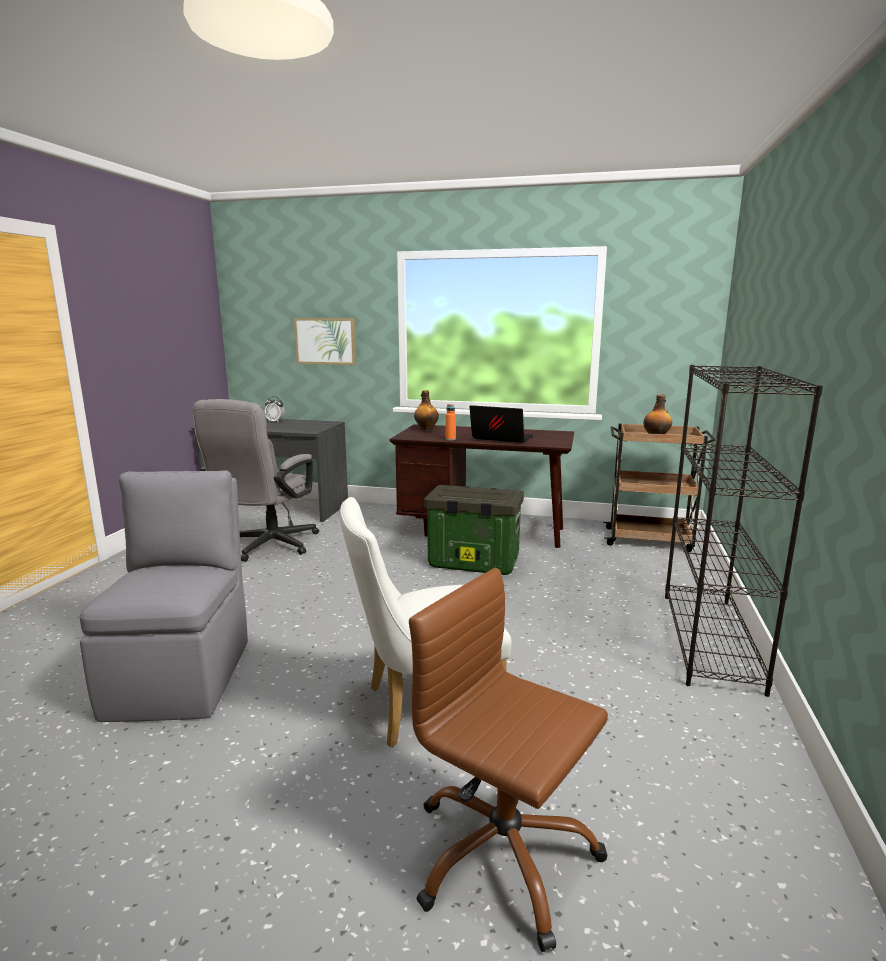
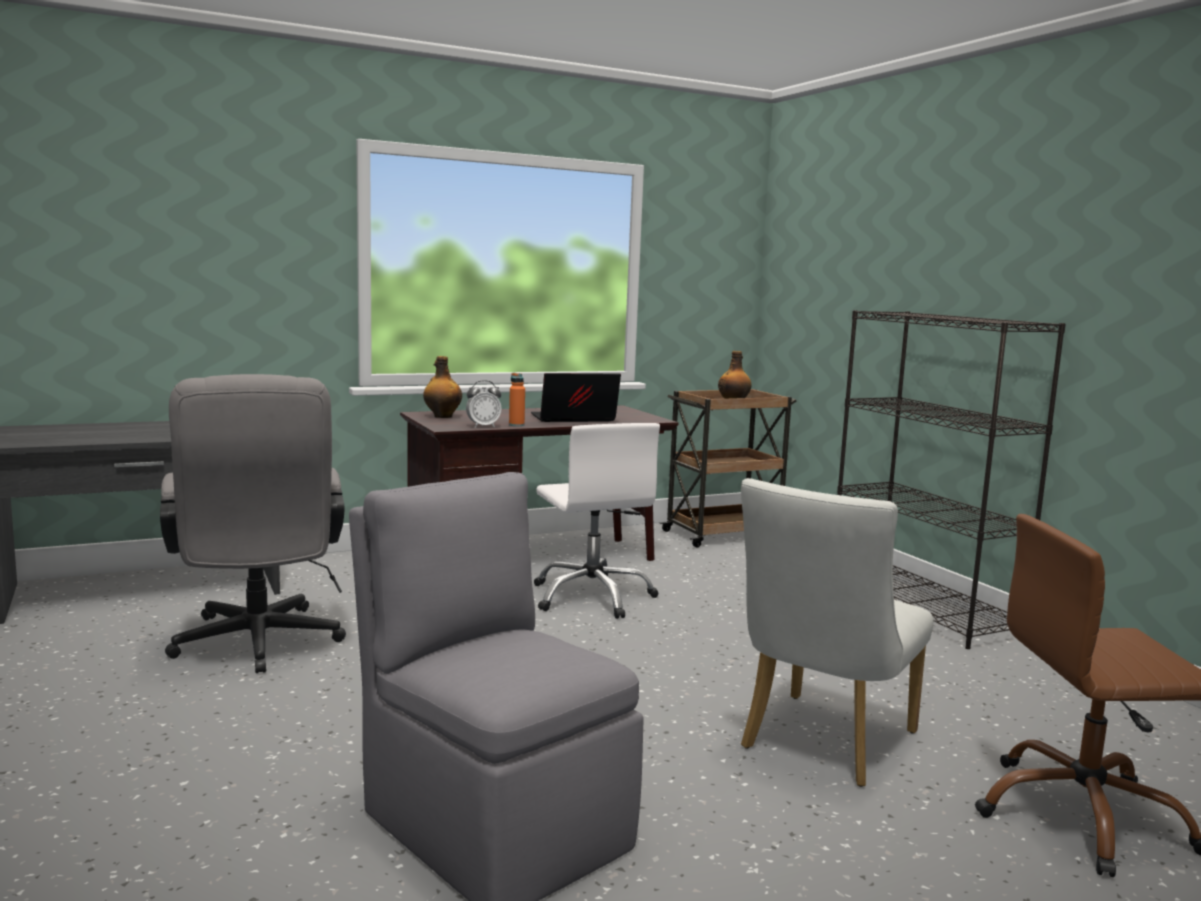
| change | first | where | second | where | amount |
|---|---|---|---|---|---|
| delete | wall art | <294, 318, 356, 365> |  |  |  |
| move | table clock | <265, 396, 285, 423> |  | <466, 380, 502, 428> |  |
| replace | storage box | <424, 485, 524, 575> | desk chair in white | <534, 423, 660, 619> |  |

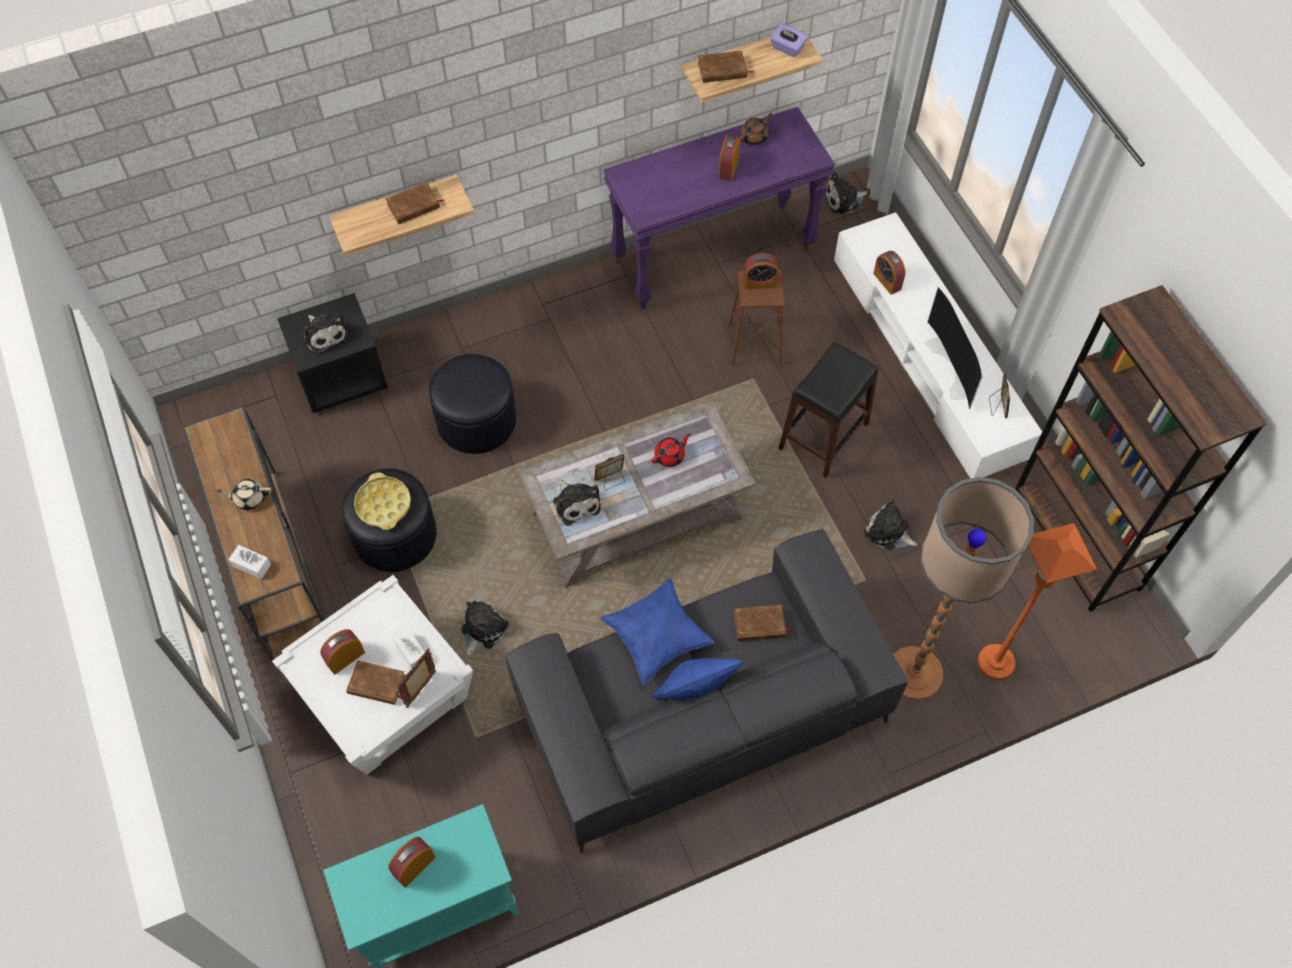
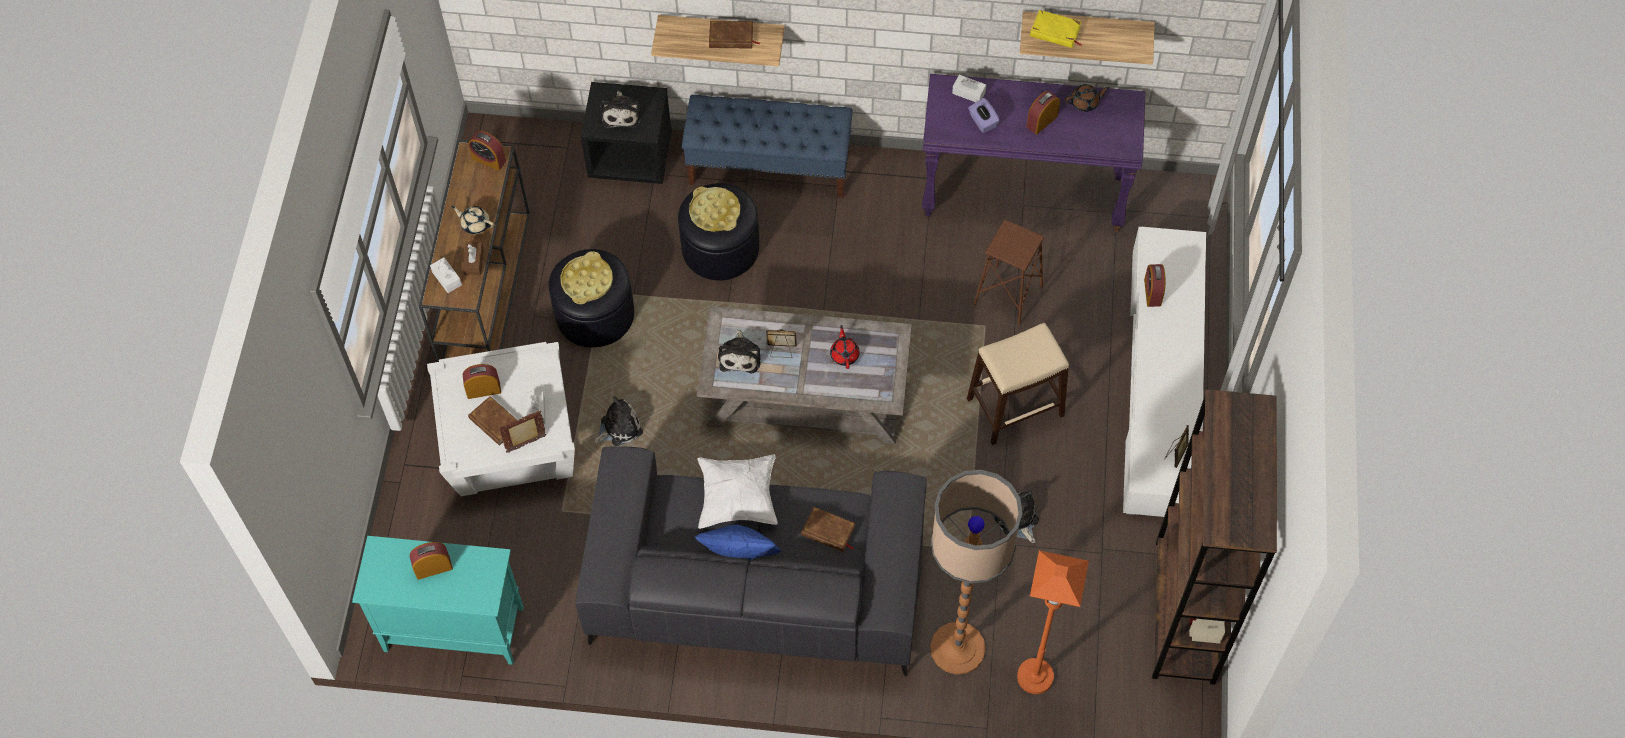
| change | first | where | second | where | amount |
|---|---|---|---|---|---|
| delete | plush toy | <824, 171, 868, 215> |  |  |  |
| delete | television | <925, 286, 983, 410> |  |  |  |
| insert |  |  | tissue holder in brown-coloured | <463, 242, 484, 275> |  |
| insert |  |  | long seat in blue | <682, 95, 853, 198> |  |
| insert |  |  | serving tray in yellowish | <689, 187, 740, 232> |  |
| insert |  |  | tissue holder in white | <952, 75, 986, 102> |  |
| move | table clock | <743, 253, 779, 289> |  | <468, 131, 506, 171> |  |
| move | tissue holder in purple-coloured | <770, 23, 808, 57> |  | <968, 98, 1000, 133> |  |
| recolor | cushion in blue | <600, 578, 714, 685> | cushion in white | <698, 454, 778, 529> |  |
| recolor | book in brown-coloured | <698, 51, 754, 83> | book in yellowish | <1030, 10, 1082, 48> |  |
| recolor | stool in blackish | <778, 342, 878, 478> | stool in sand-coloured | <967, 323, 1069, 445> |  |
| rotate | teapot in red-coloured | <651, 433, 691, 467> |  | <830, 325, 860, 369> | 90 degrees counterclockwise |

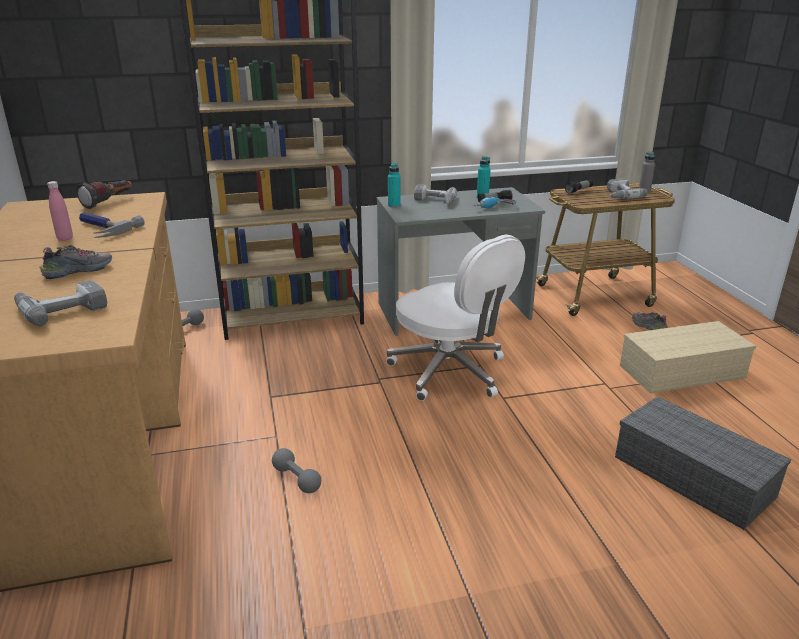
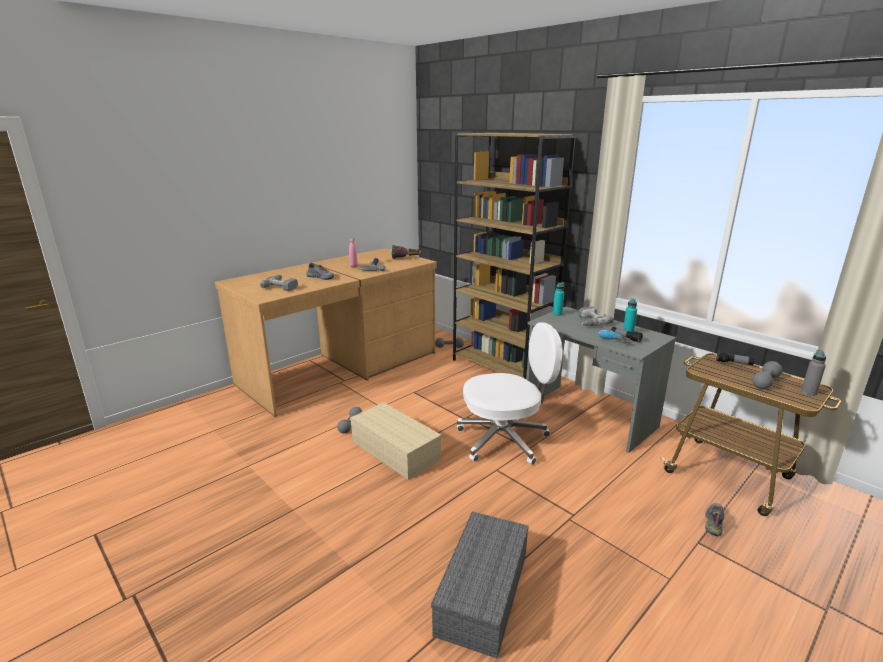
| change | first | where | second | where | amount |
|---|---|---|---|---|---|
| move | storage box in sand-coloured | <620, 321, 756, 393> |  | <350, 402, 442, 480> |  |
| replace | electric drill | <607, 178, 648, 199> | free weight in greyish | <752, 361, 782, 389> |  |
| rotate | desk chair in white | <386, 235, 525, 401> |  | <457, 322, 563, 465> | 120 degrees counterclockwise |

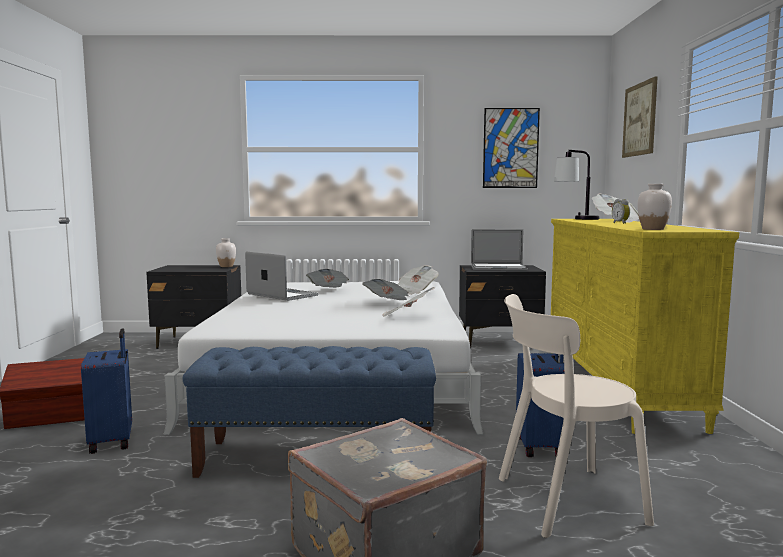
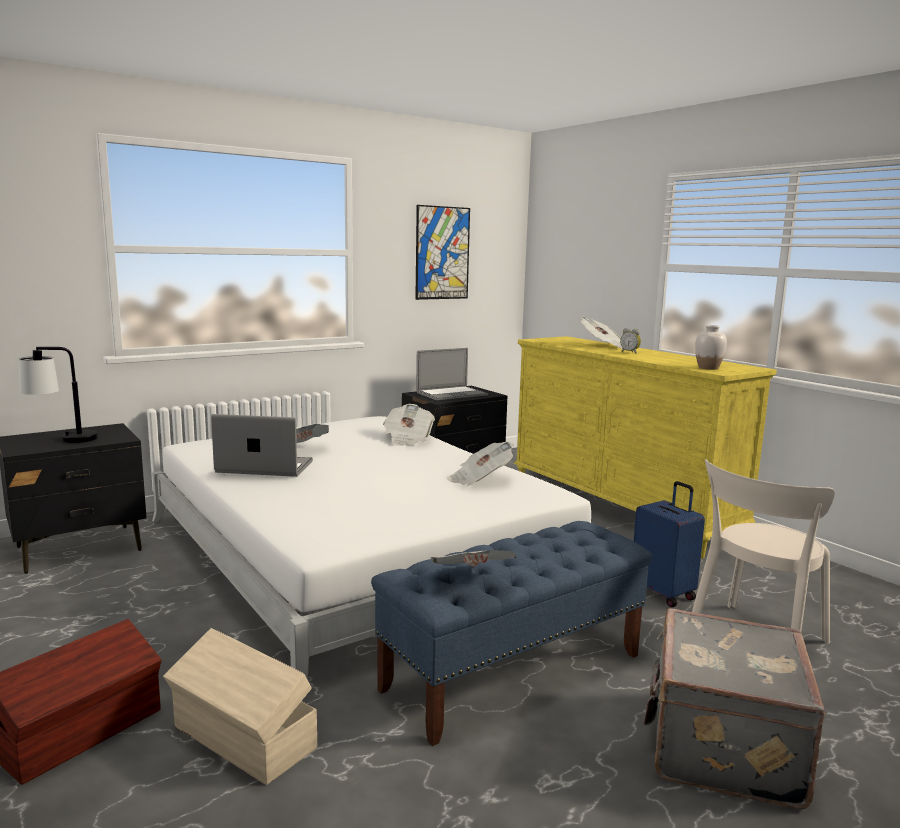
| change | first | where | second | where | amount |
|---|---|---|---|---|---|
| delete | decorative vase in white | <216, 238, 236, 267> |  |  |  |
| delete | wall art | <622, 76, 658, 158> |  |  |  |
| move | daily paper | <362, 279, 409, 300> |  | <430, 550, 517, 567> |  |
| move | lamp for a table | <554, 150, 600, 220> |  | <19, 347, 98, 443> |  |
| replace | piece of luggage in blue | <81, 329, 132, 454> | storage box in sand-coloured | <163, 628, 317, 785> |  |

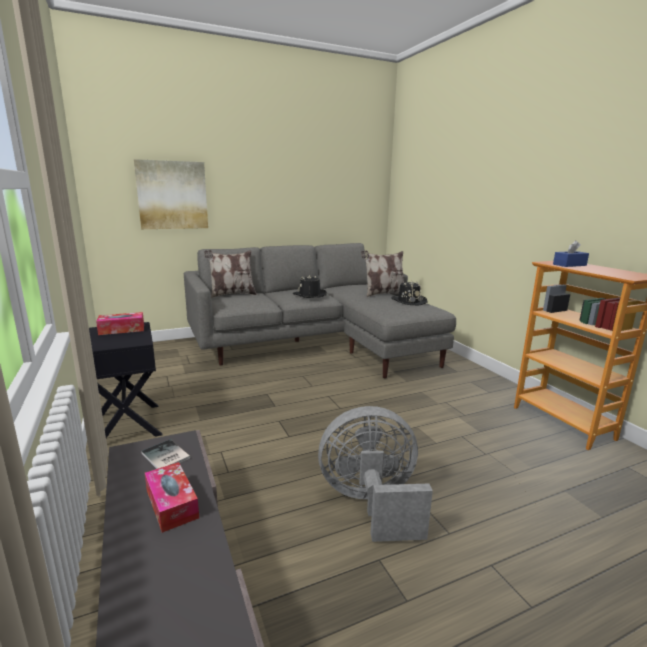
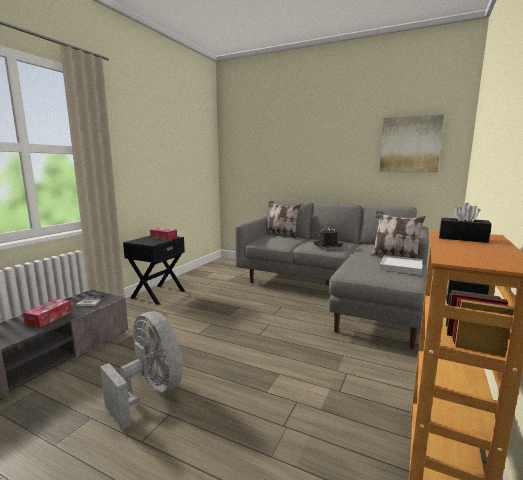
| change | first | where | second | where | amount |
|---|---|---|---|---|---|
| move | wall art | <134, 159, 208, 229> |  | <380, 114, 444, 173> |  |
| replace | wearable hat in blackish | <391, 281, 428, 305> | serving tray in white | <379, 255, 422, 275> |  |
| recolor | tissue holder in blue | <553, 240, 589, 267> | tissue holder in blackish | <439, 203, 492, 243> |  |

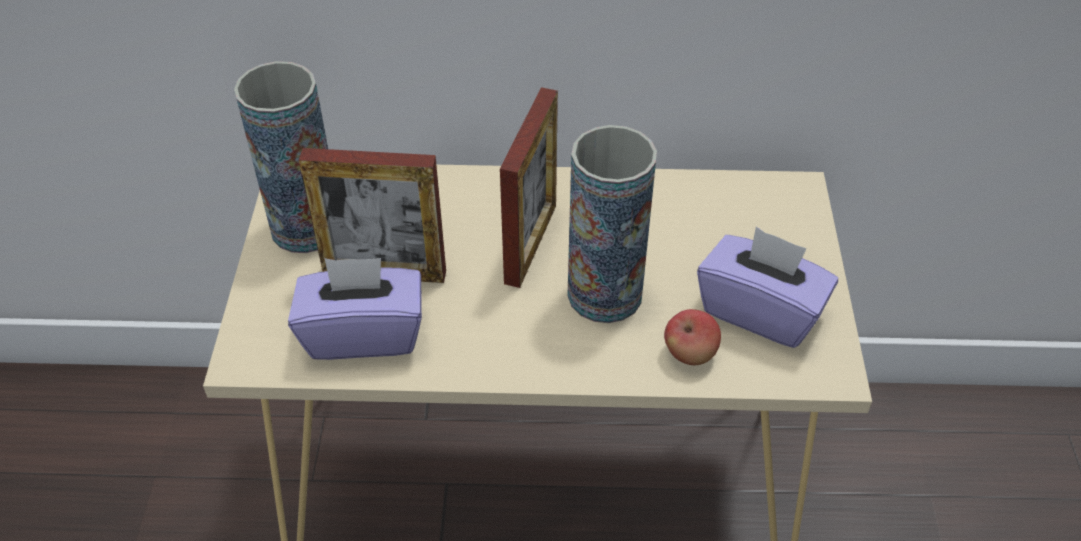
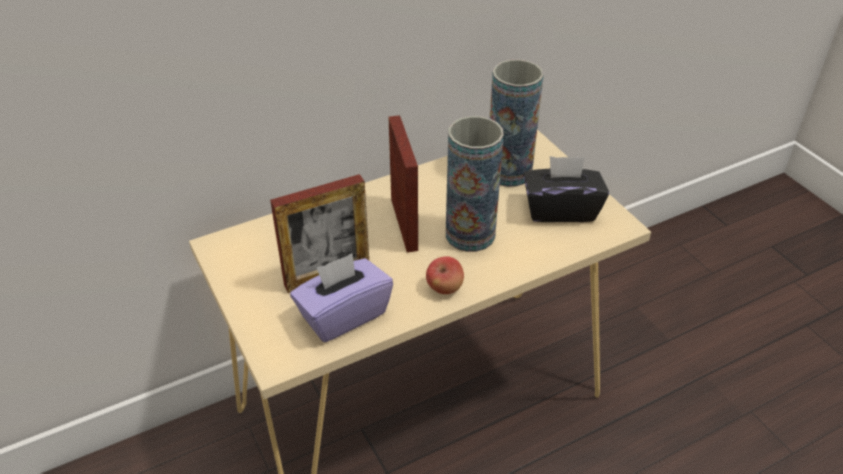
| change | first | where | second | where | amount |
|---|---|---|---|---|---|
| move | decorative vase | <234, 61, 328, 253> |  | <490, 59, 544, 187> |  |
| move | whole apple | <664, 309, 721, 365> |  | <426, 256, 464, 294> |  |
| recolor | tissue holder in purple-coloured | <697, 227, 838, 348> | tissue holder in blackish | <523, 156, 609, 222> |  |

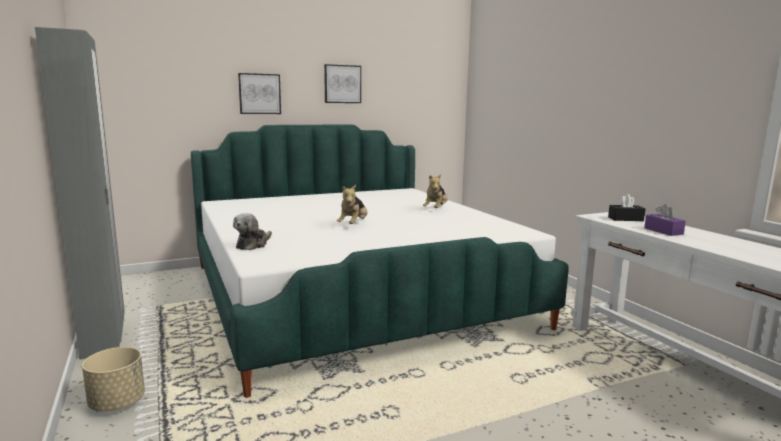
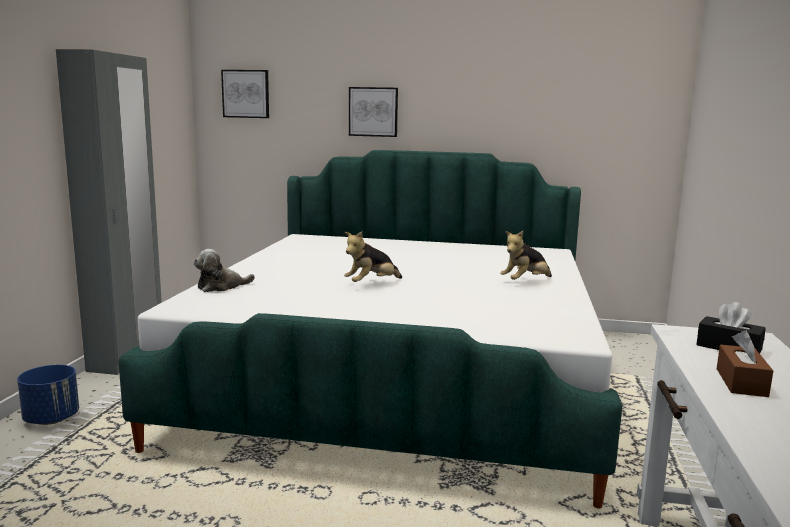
| change | first | where | second | where | amount |
|---|---|---|---|---|---|
| move | wall art | <324, 64, 361, 103> |  | <221, 70, 269, 118> |  |
| recolor | plant pot in sand-coloured | <82, 347, 145, 411> | plant pot in blue | <17, 365, 79, 425> |  |
| recolor | tissue holder in purple-coloured | <644, 204, 686, 236> | tissue holder in brown-coloured | <717, 330, 773, 397> |  |

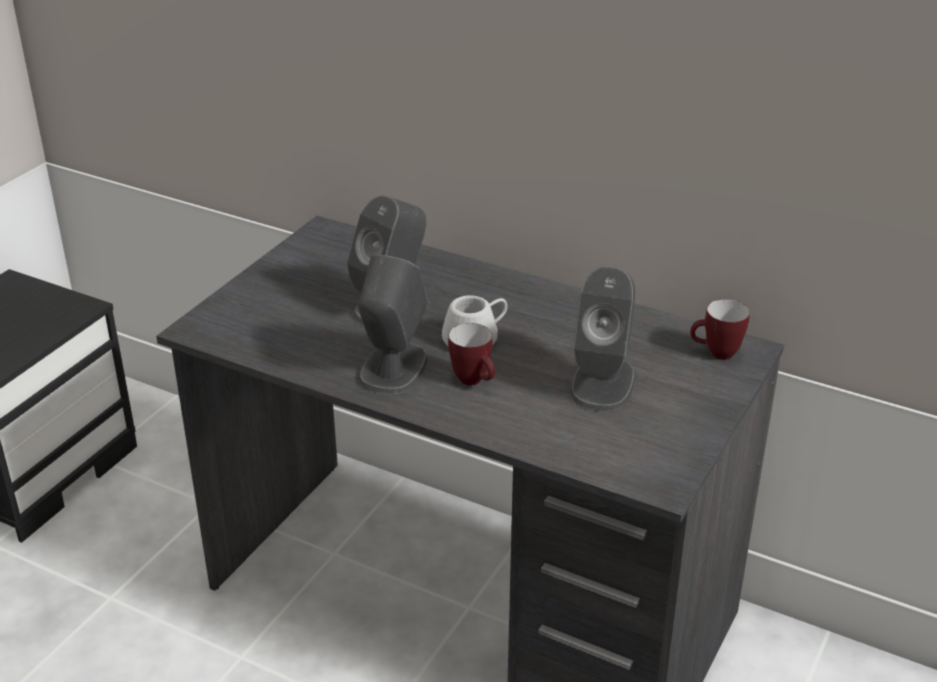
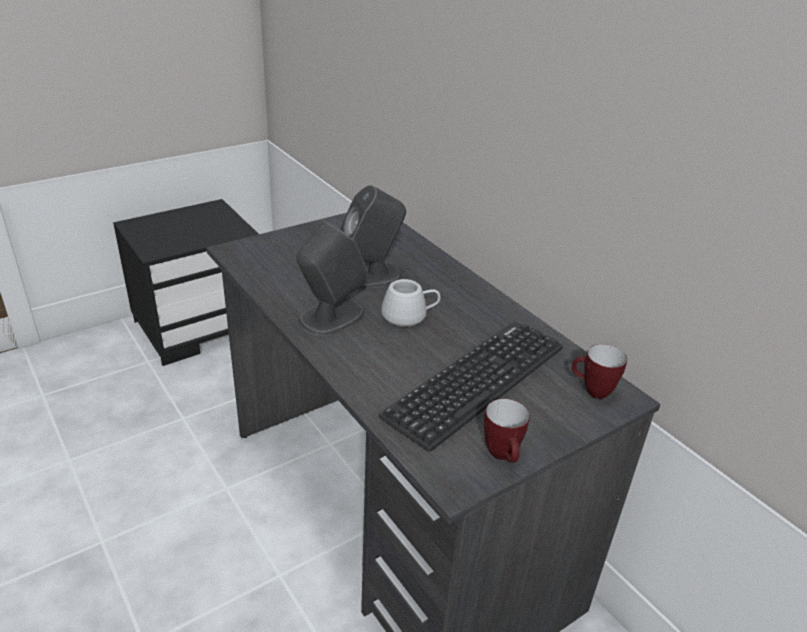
| change | first | where | second | where | amount |
|---|---|---|---|---|---|
| move | tea mug | <448, 323, 495, 385> |  | <484, 399, 530, 463> |  |
| replace | audio speaker in greyish | <570, 266, 635, 411> | computer keyboard | <379, 321, 563, 452> |  |

